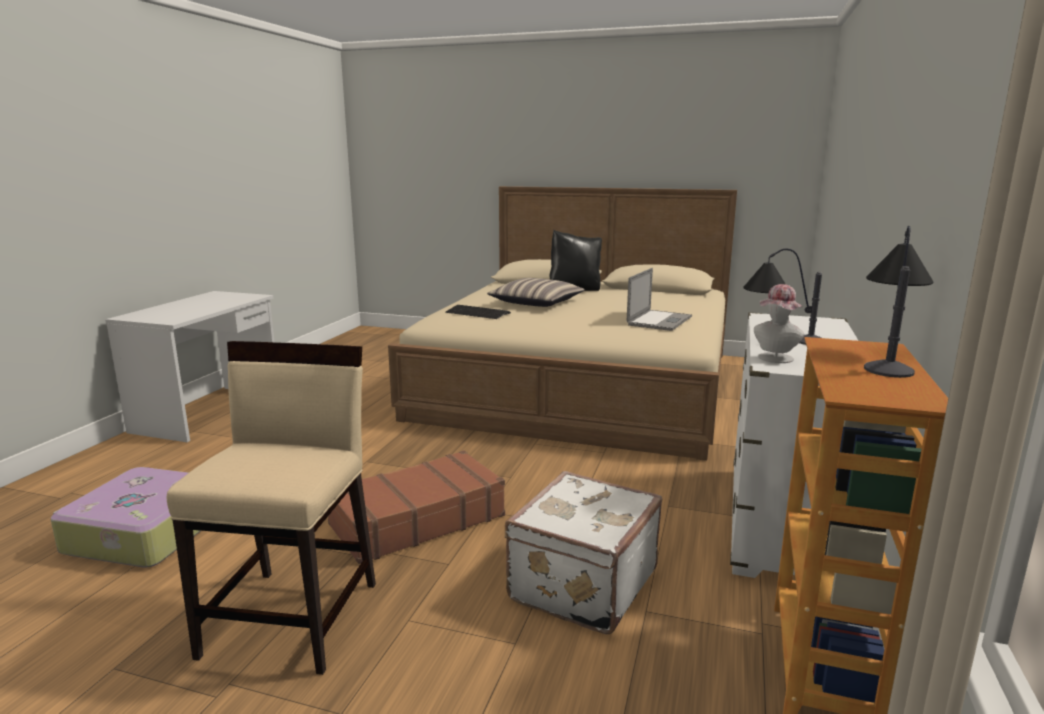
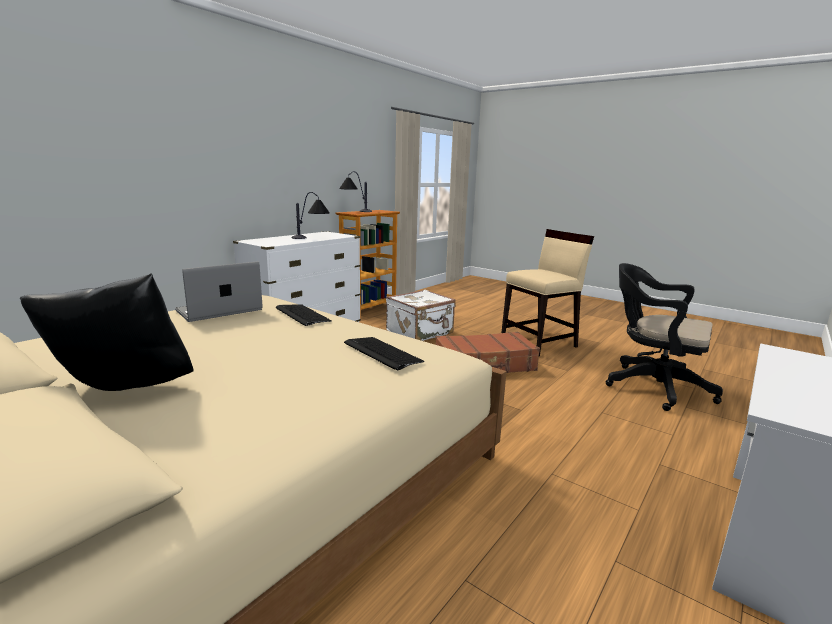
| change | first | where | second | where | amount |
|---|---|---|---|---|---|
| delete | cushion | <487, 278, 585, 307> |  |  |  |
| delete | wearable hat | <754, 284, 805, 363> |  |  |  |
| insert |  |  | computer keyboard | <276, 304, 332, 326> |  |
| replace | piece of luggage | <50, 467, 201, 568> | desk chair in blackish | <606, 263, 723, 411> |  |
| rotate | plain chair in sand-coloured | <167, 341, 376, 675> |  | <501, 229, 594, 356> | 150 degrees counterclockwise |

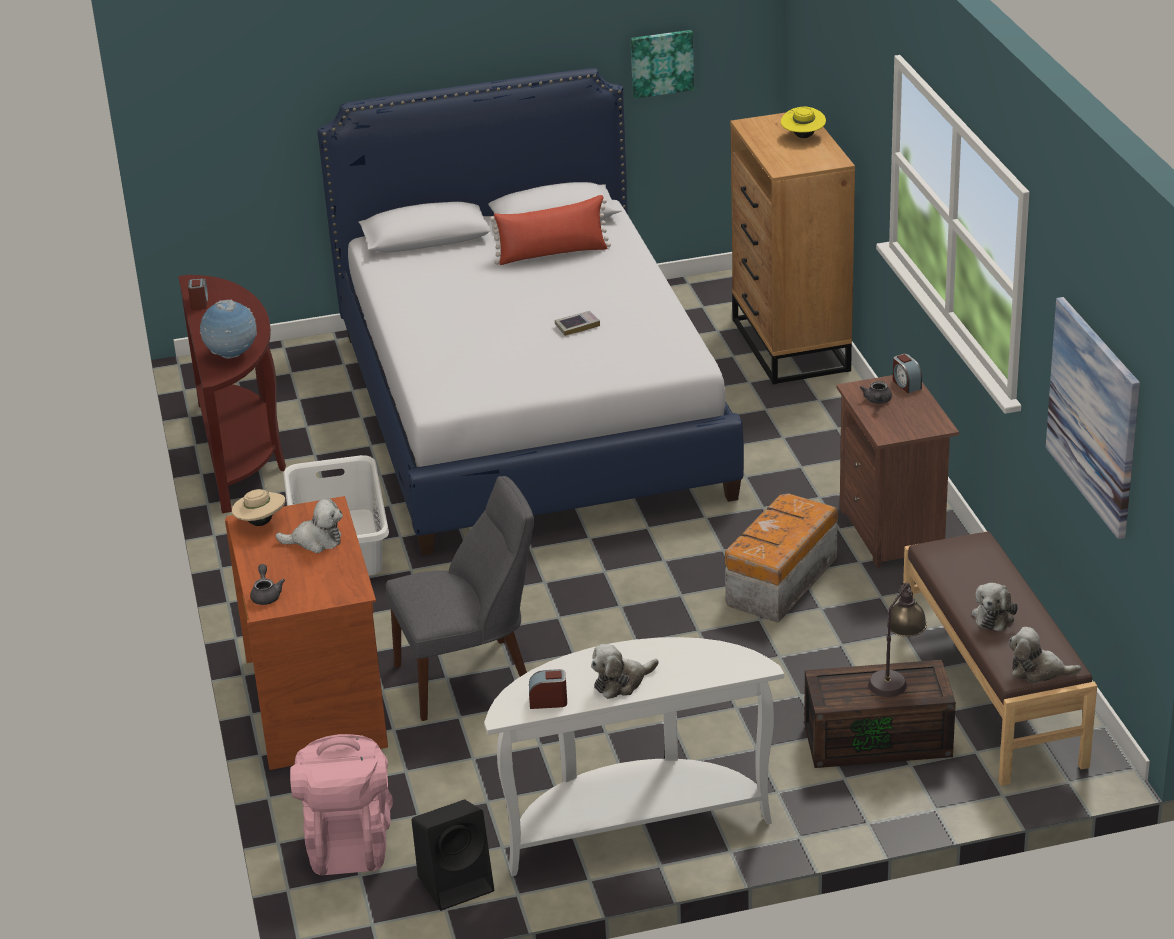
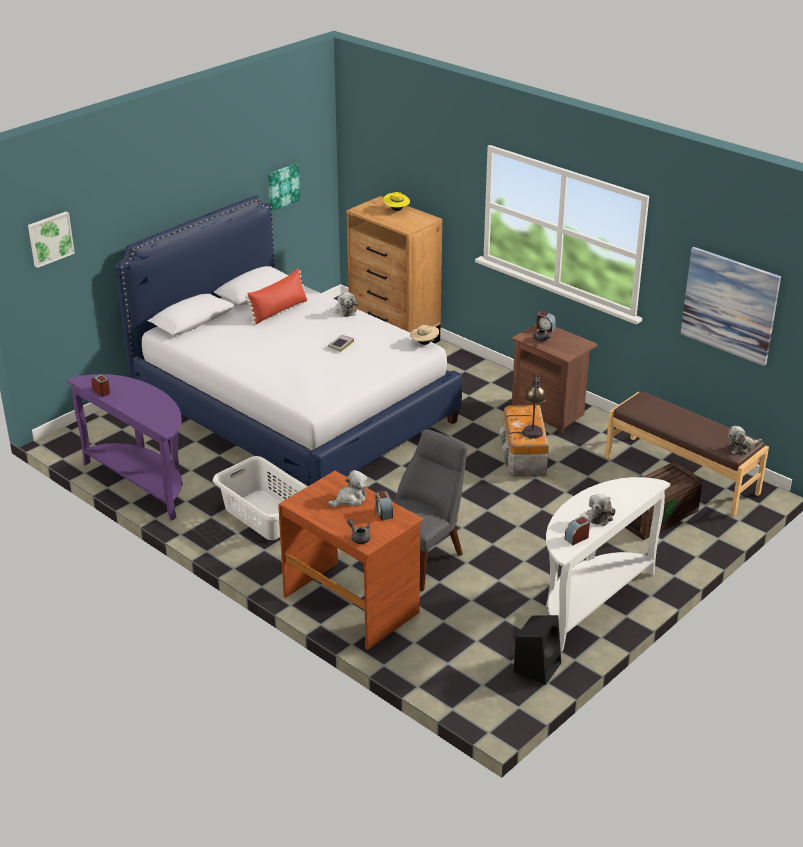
| change | first | where | second | where | amount |
|---|---|---|---|---|---|
| delete | world globe | <200, 300, 257, 359> |  |  |  |
| delete | rucksack in pinkish | <290, 734, 393, 876> |  |  |  |
| insert |  |  | wall art | <28, 211, 75, 268> |  |
| insert |  |  | table clock | <375, 491, 393, 521> |  |
| move | wearable hat in sand-coloured | <232, 484, 285, 526> |  | <410, 323, 439, 345> |  |
| move | lamp for a table | <868, 581, 927, 697> |  | <522, 374, 546, 439> |  |
| move | plush toy | <972, 583, 1018, 631> |  | <335, 292, 358, 317> |  |
| recolor | narrow table in brown-coloured | <178, 275, 286, 513> | narrow table in purple-coloured | <67, 374, 183, 521> |  |

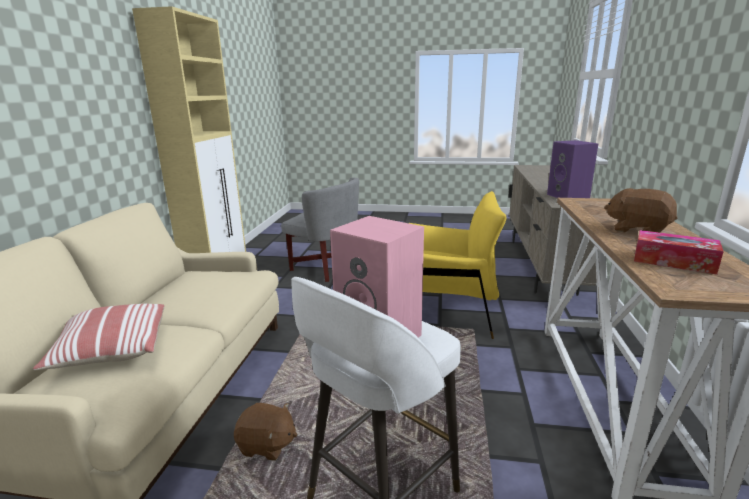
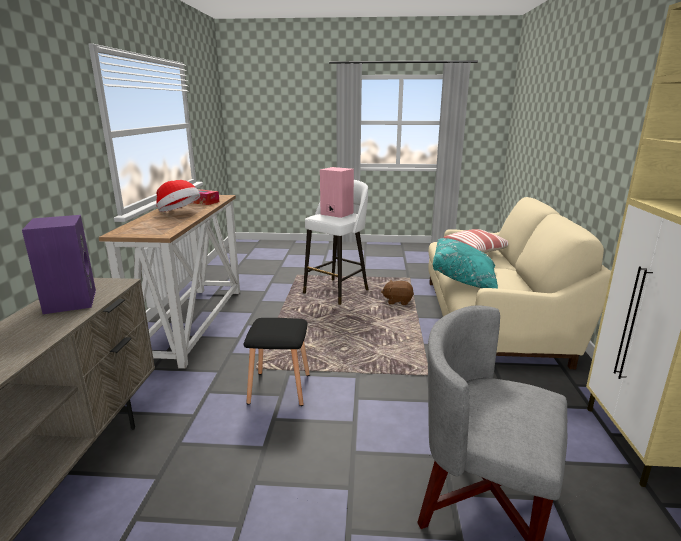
| change | first | where | second | where | amount |
|---|---|---|---|---|---|
| insert |  |  | cushion in blue-green | <433, 238, 498, 288> |  |
| replace | easy chair in yellowish | <409, 191, 506, 339> | stool in blackish | <244, 318, 310, 406> |  |
| replace | plush toy in brown-coloured | <605, 188, 677, 233> | wearable hat | <156, 180, 200, 212> |  |

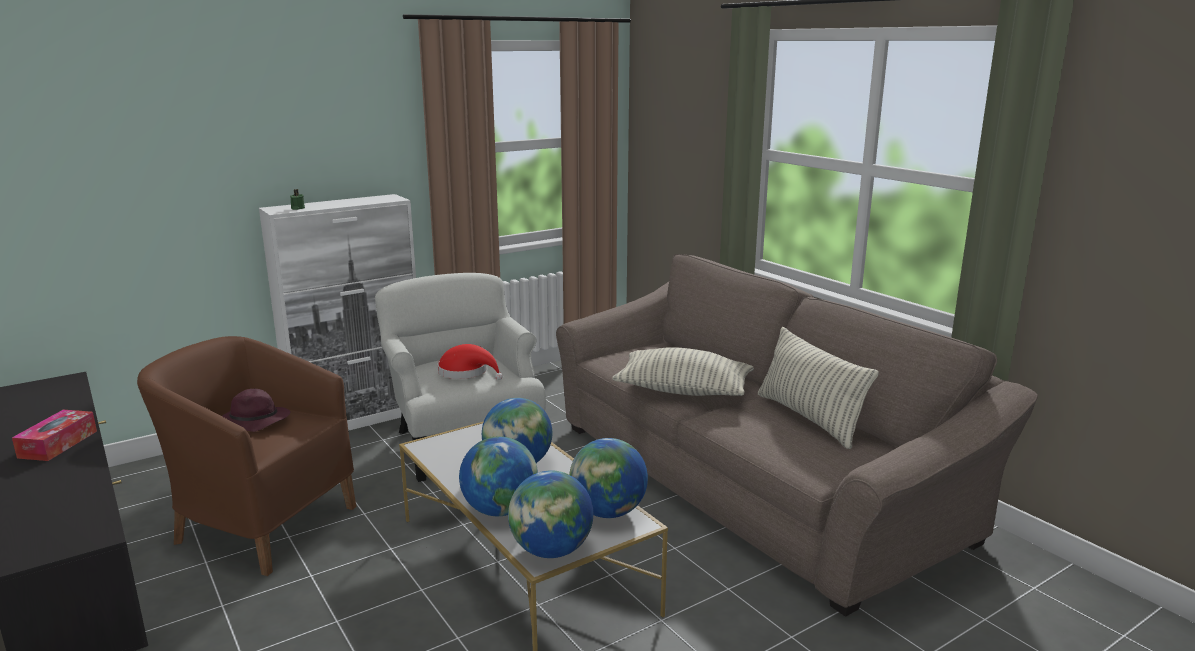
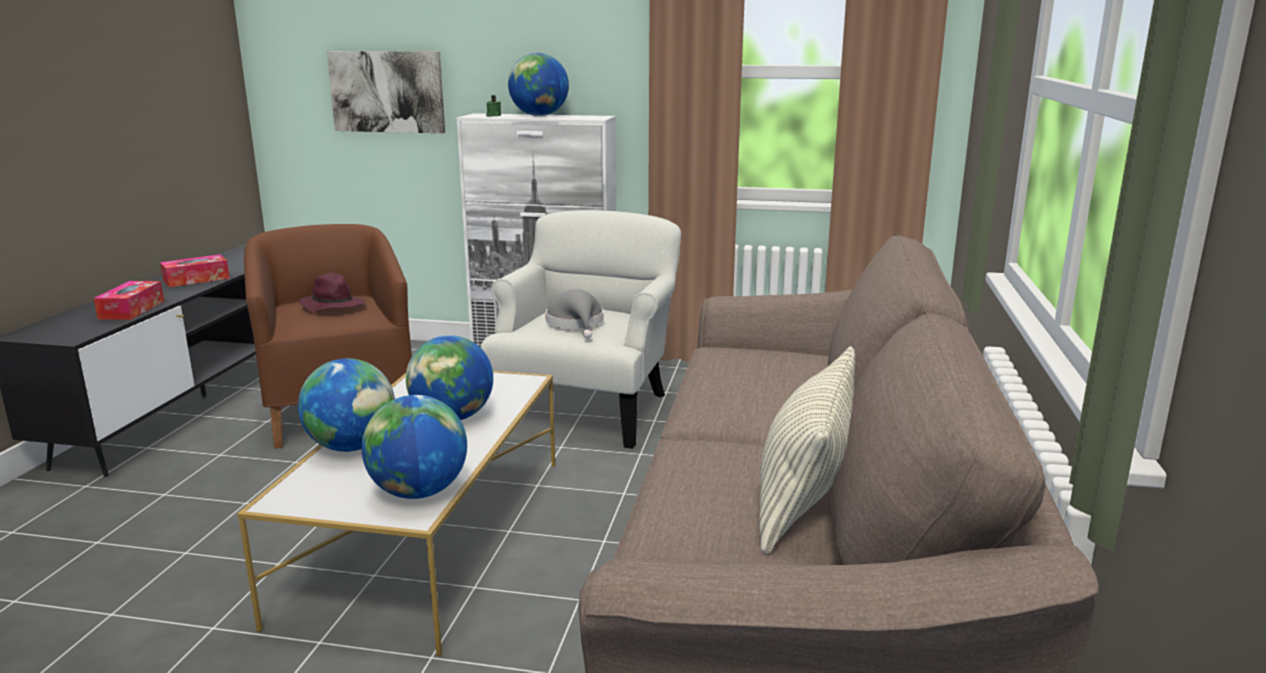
| change | first | where | second | where | amount |
|---|---|---|---|---|---|
| delete | cushion | <612, 347, 754, 396> |  |  |  |
| insert |  |  | tissue holder | <94, 281, 164, 320> |  |
| insert |  |  | wall art | <327, 51, 445, 133> |  |
| move | world globe | <508, 470, 593, 558> |  | <508, 53, 569, 116> |  |
| recolor | wearable hat in red-coloured | <437, 344, 503, 380> | wearable hat in greyish | <546, 289, 603, 339> |  |

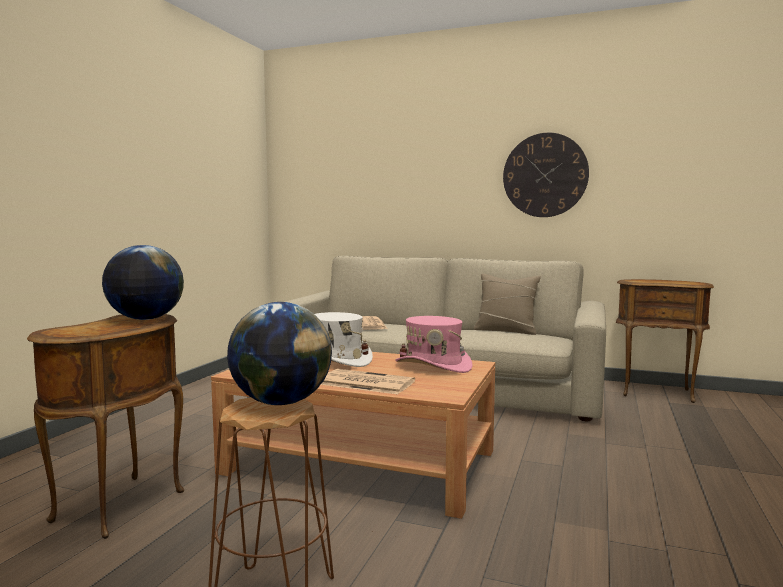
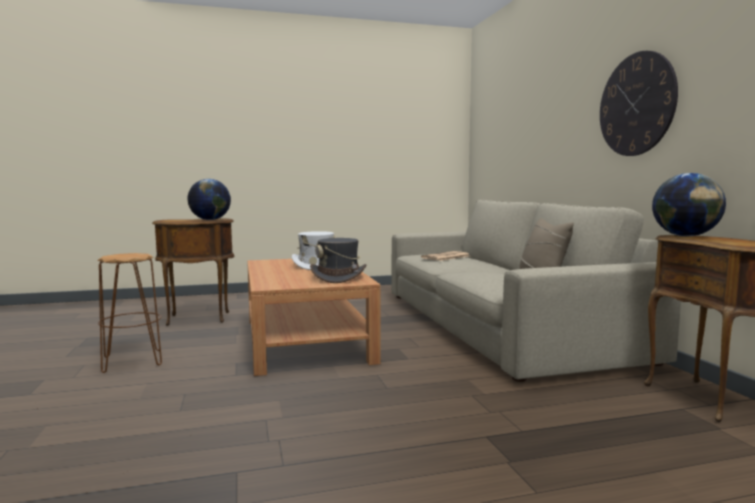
| change | first | where | second | where | amount |
|---|---|---|---|---|---|
| delete | daily paper | <321, 369, 415, 394> |  |  |  |
| move | world globe | <227, 302, 332, 405> |  | <652, 173, 726, 236> |  |
| recolor | wearable hat in pinkish | <395, 316, 473, 373> | wearable hat in greyish | <310, 238, 366, 283> |  |

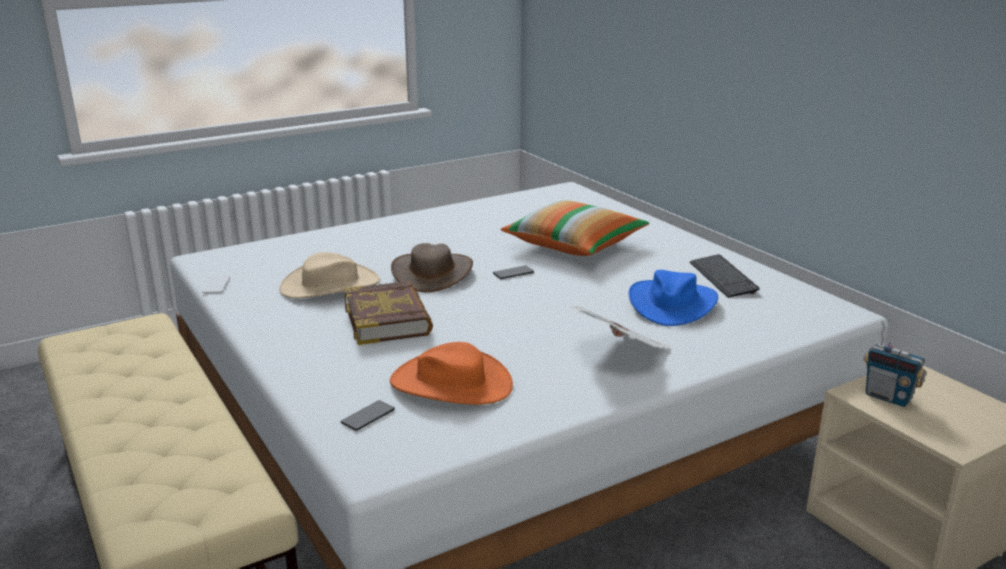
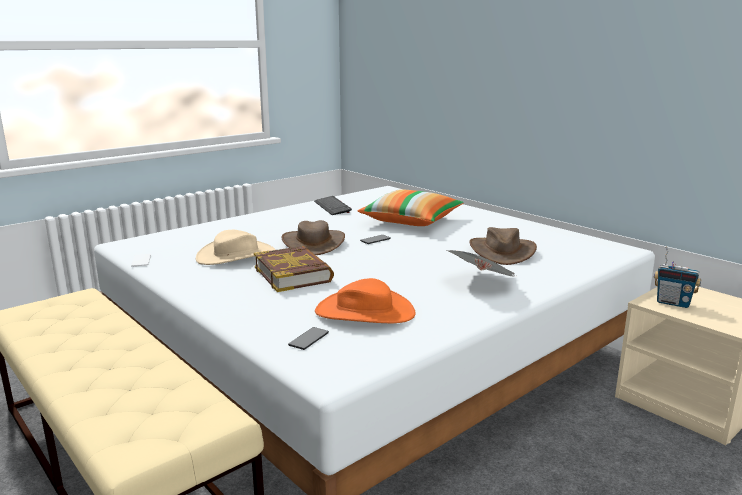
| change | first | where | second | where | amount |
|---|---|---|---|---|---|
| move | computer keyboard | <690, 254, 760, 298> |  | <314, 196, 352, 215> |  |
| recolor | wearable hat in blue | <629, 270, 718, 326> | wearable hat in brown-coloured | <470, 227, 537, 265> |  |

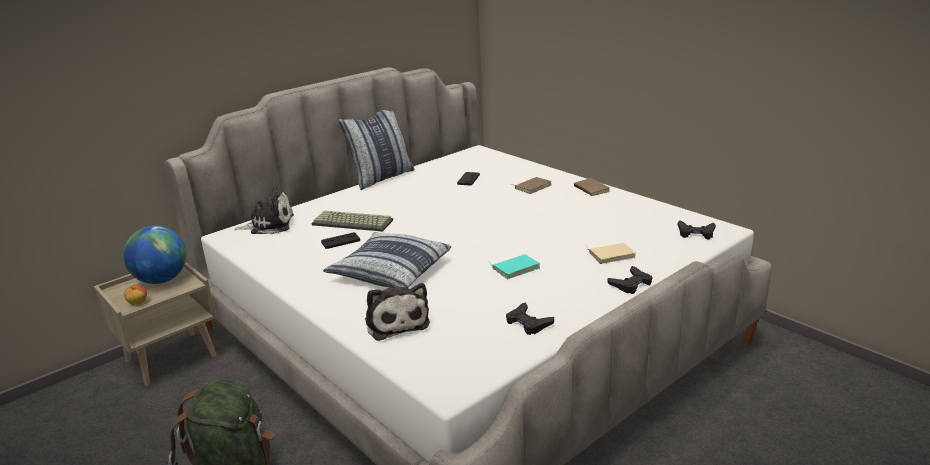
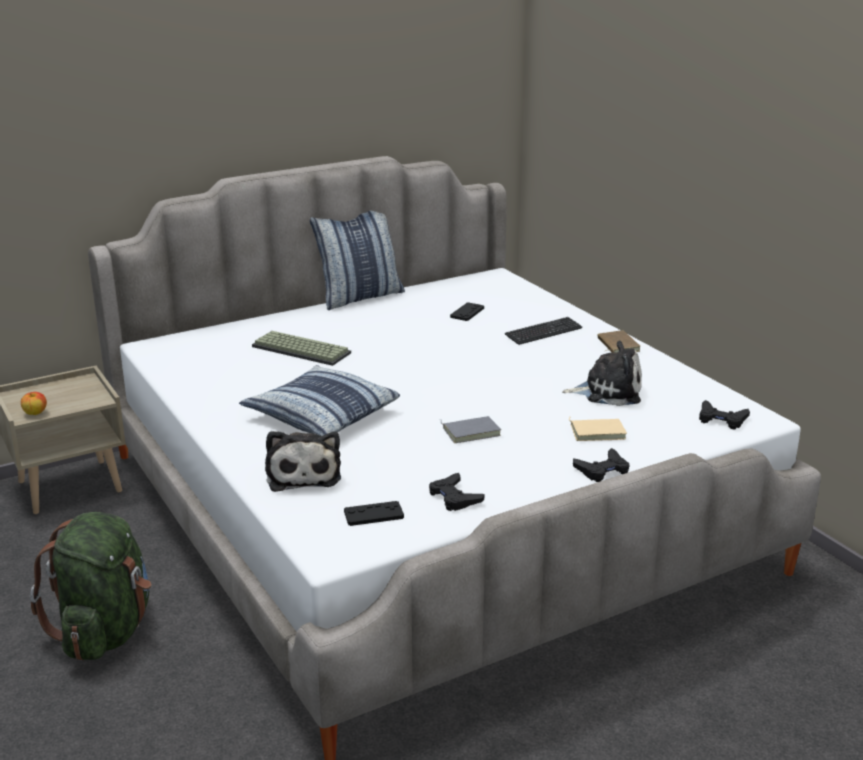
| change | first | where | second | where | amount |
|---|---|---|---|---|---|
| delete | world globe | <123, 226, 186, 284> |  |  |  |
| move | plush toy | <234, 187, 294, 234> |  | <562, 340, 642, 406> |  |
| move | joypad in blackish | <321, 232, 360, 249> |  | <344, 501, 404, 526> |  |
| replace | book in brown-coloured | <512, 177, 551, 194> | computer keyboard | <505, 317, 582, 345> |  |
| recolor | book in blue-green | <490, 254, 540, 279> | book in greyish | <440, 416, 501, 443> |  |

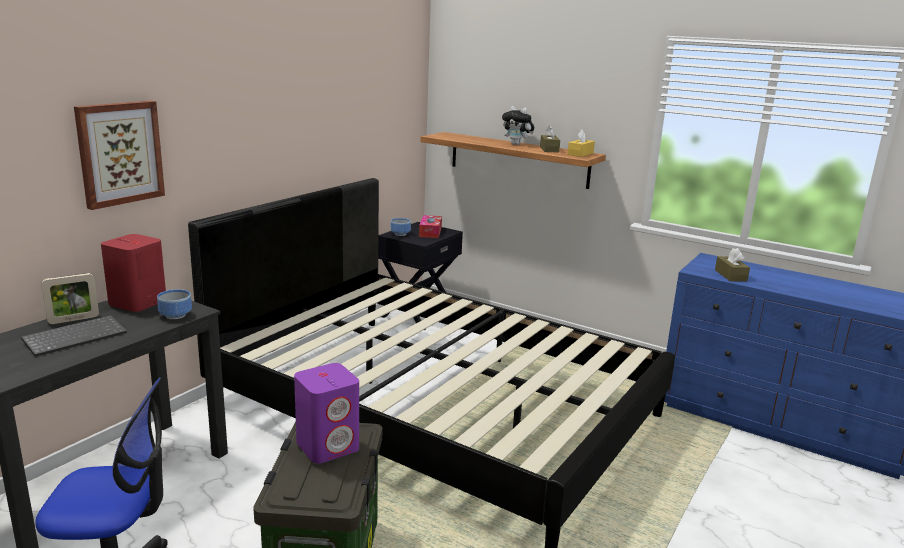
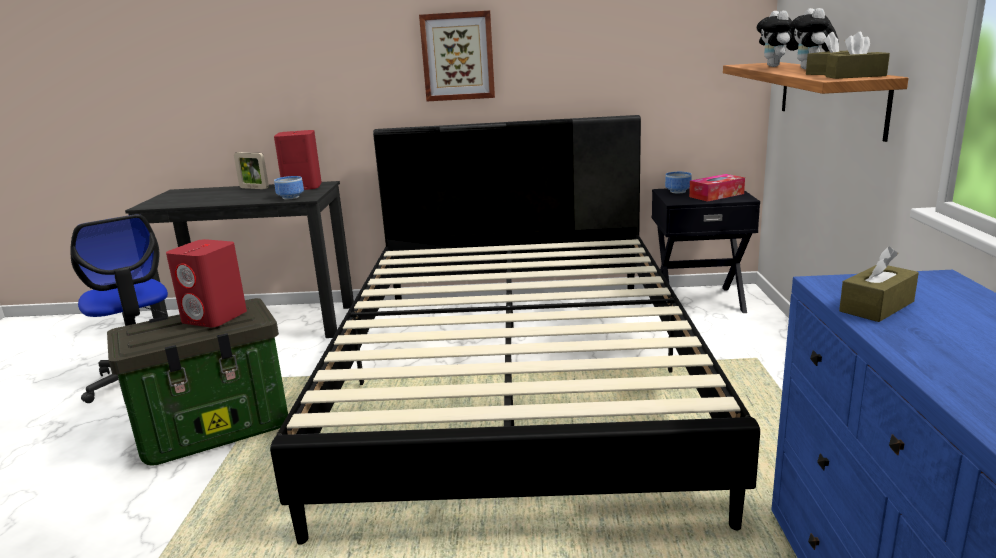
| change | first | where | second | where | amount |
|---|---|---|---|---|---|
| delete | computer keyboard | <21, 315, 127, 357> |  |  |  |
| insert |  |  | plush toy | <757, 11, 798, 67> |  |
| move | wall art | <74, 101, 165, 210> |  | <419, 10, 495, 101> |  |
| recolor | audio speaker in purple-coloured | <294, 363, 359, 464> | audio speaker in red-coloured | <166, 239, 247, 327> |  |
| recolor | tissue holder in yellowish | <567, 129, 595, 157> | tissue holder in brown-coloured | <825, 32, 890, 79> |  |

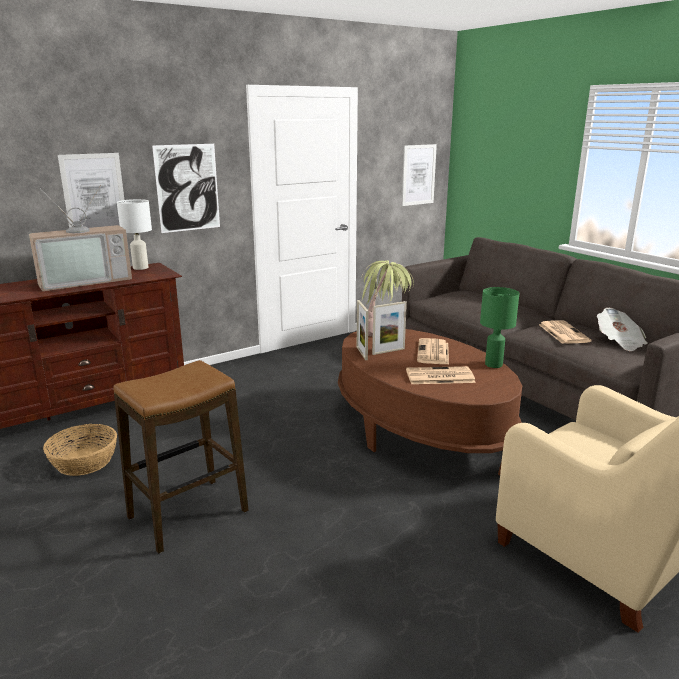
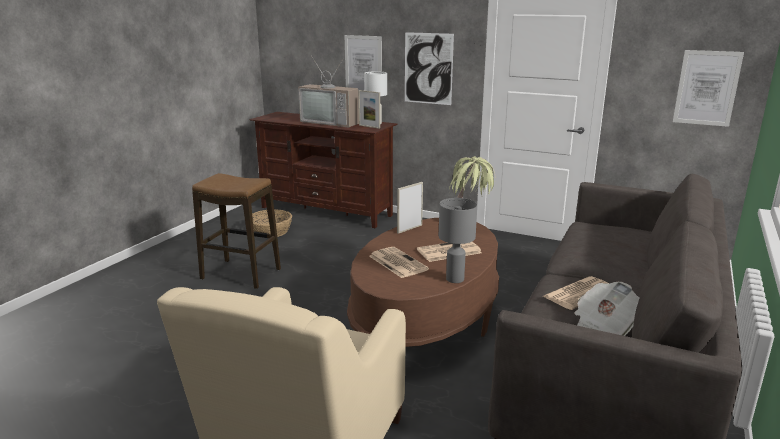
| change | first | where | second | where | amount |
|---|---|---|---|---|---|
| move | standing frame | <372, 301, 407, 355> |  | <358, 90, 380, 129> |  |
| recolor | lamp for a table in green-coloured | <480, 287, 519, 368> | lamp for a table in greyish | <439, 198, 477, 283> |  |

